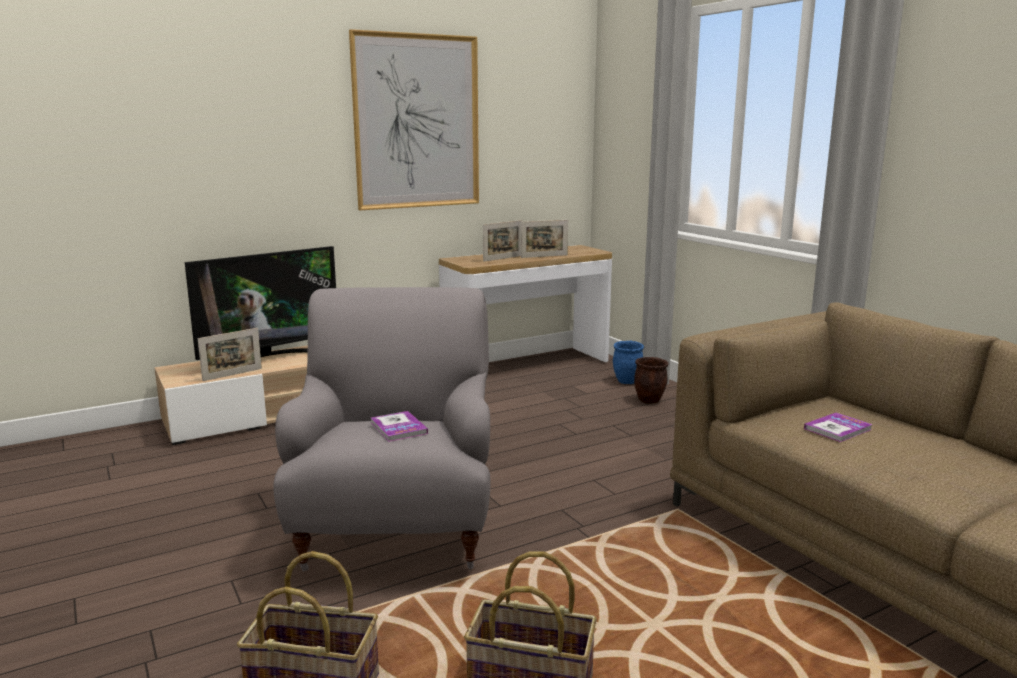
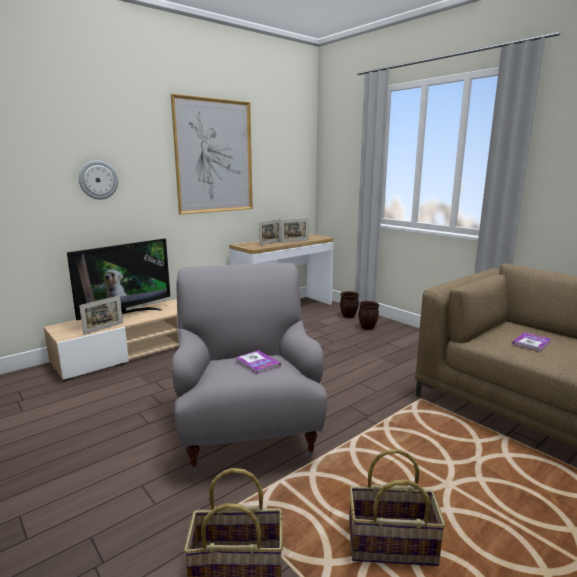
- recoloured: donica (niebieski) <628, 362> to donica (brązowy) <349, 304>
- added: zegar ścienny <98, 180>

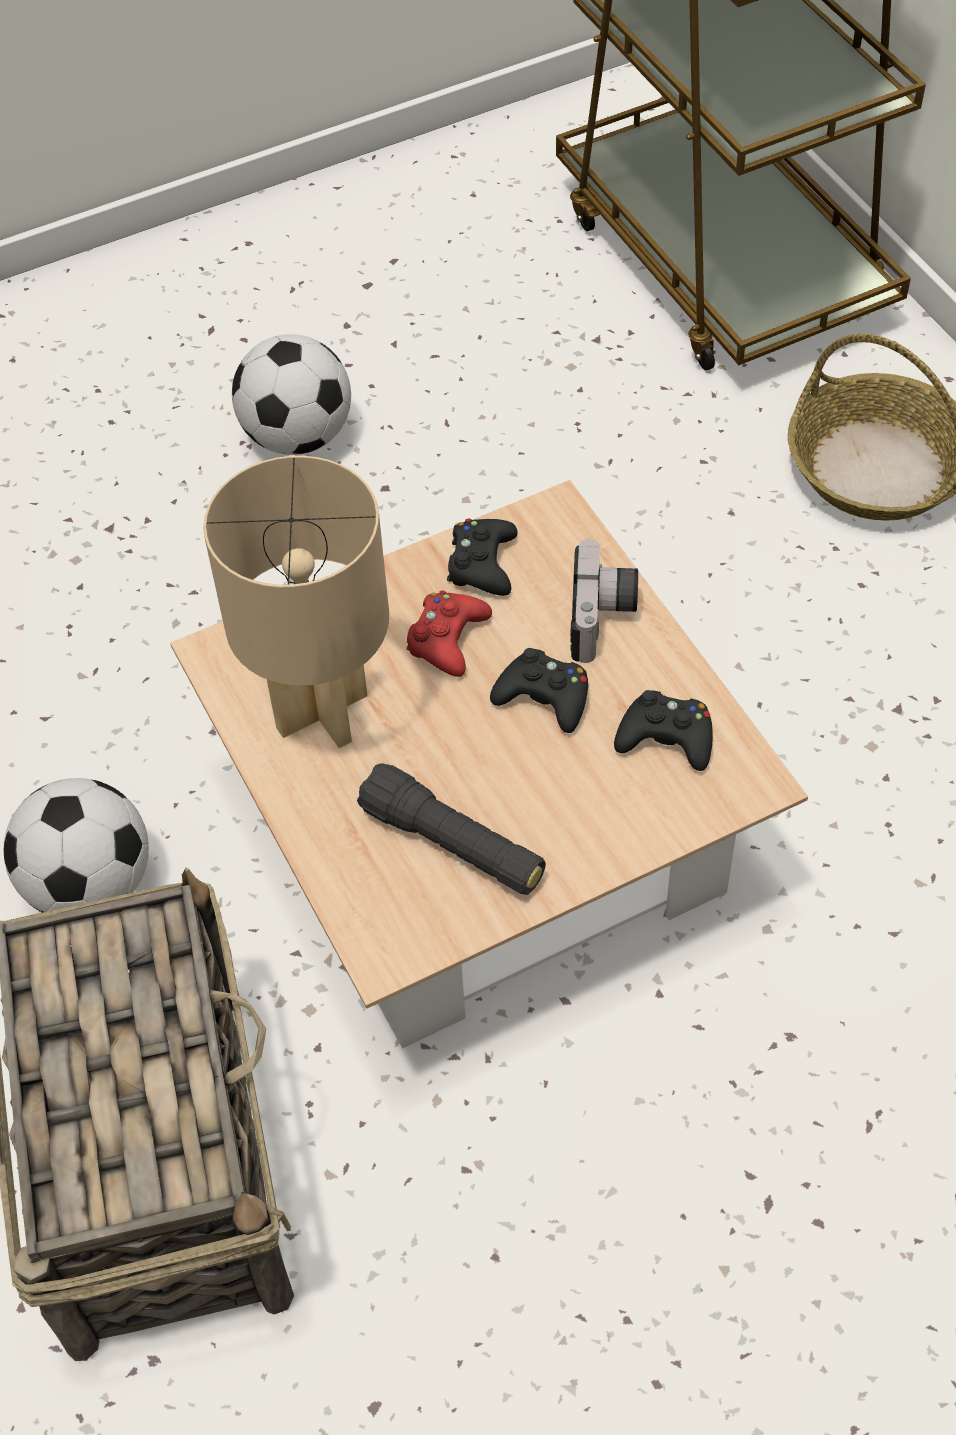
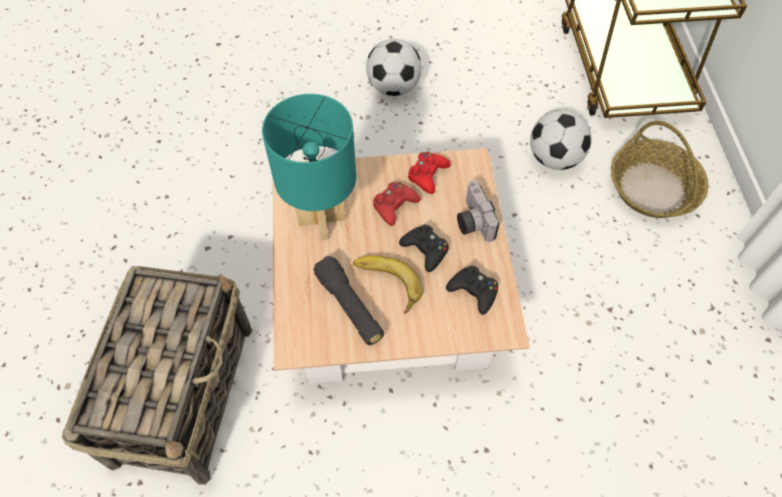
- recoloured: lampa stołowa (beżowy) <296, 602> to lampa stołowa (turkusowy) <309, 167>
- recoloured: pad do gier (czarny) <482, 557> to pad do gier (czerwony) <429, 172>
- turned: aparat fotograficzny <604, 601> = <478, 211> 135 degrees clockwise
- moved: piłka futbolowa <76, 845> to <561, 139>
- added: banan <388, 284>

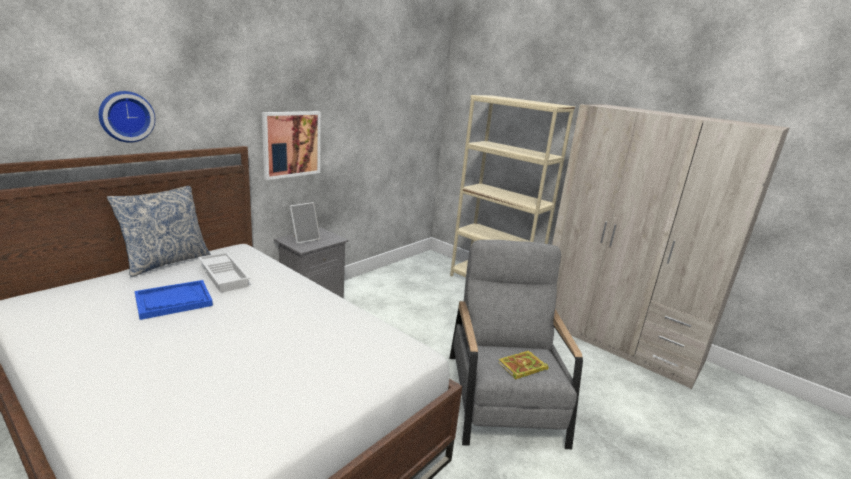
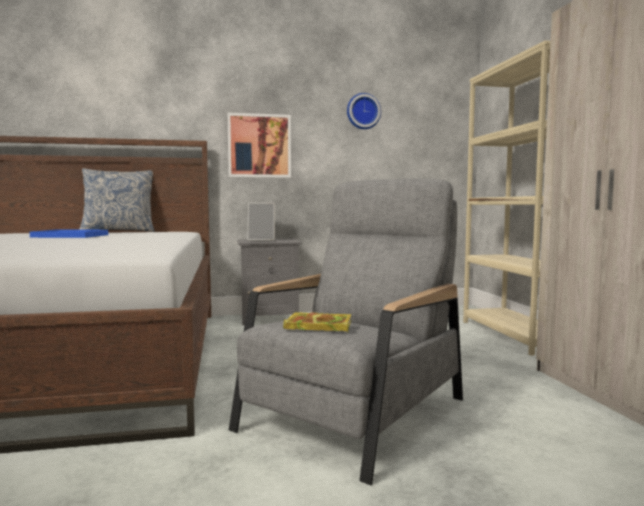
- moved: zegar ścienny <127, 117> to <364, 111>
- removed: taca (biały) <224, 272>

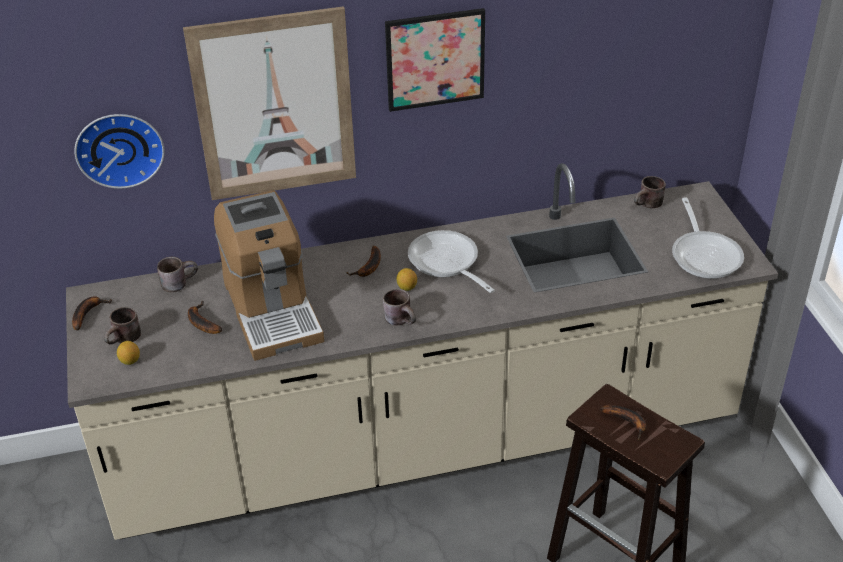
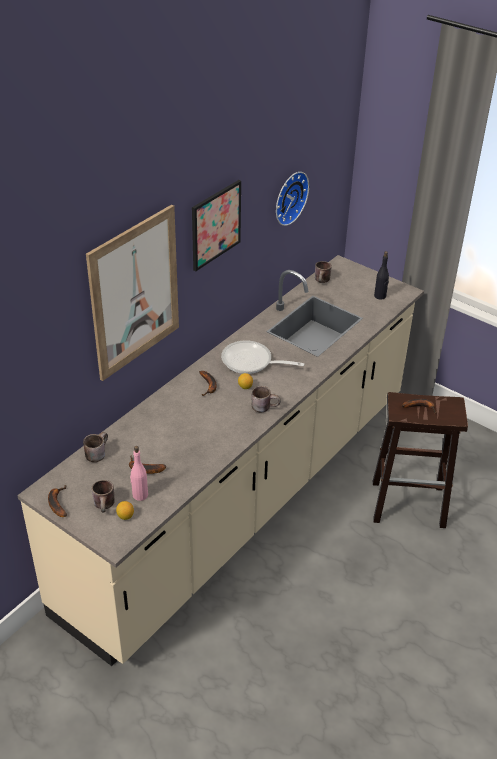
- moved: zegar ścienny <119, 151> to <292, 199>
- removed: ekspres do kawy <269, 275>
- replaced: patelnia <708, 238> to butelka (czarny) <381, 275>
- added: butelka (różowy) <139, 473>

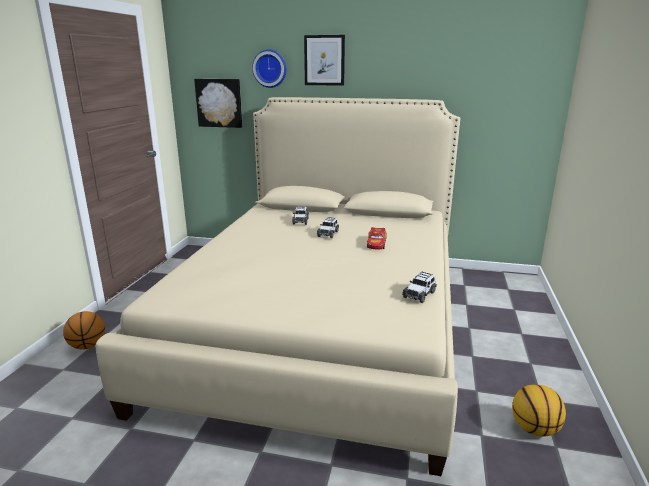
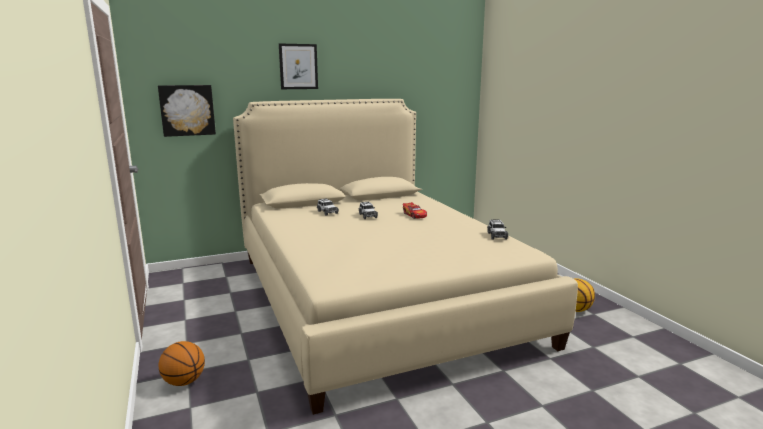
- removed: zegar ścienny <269, 69>

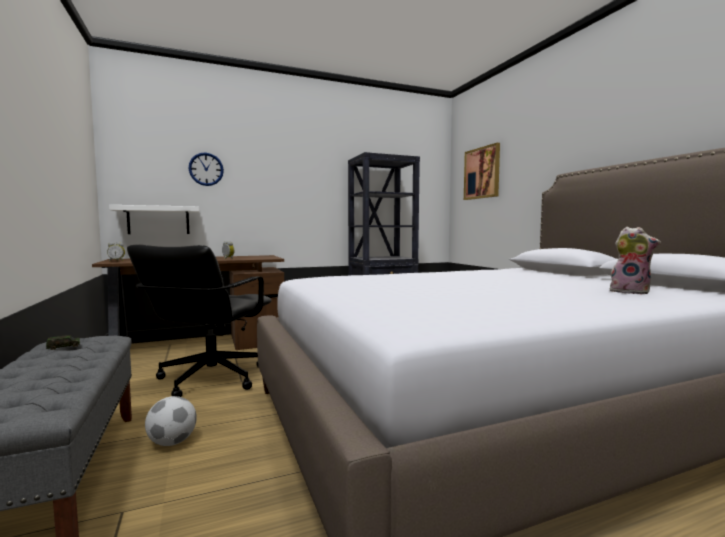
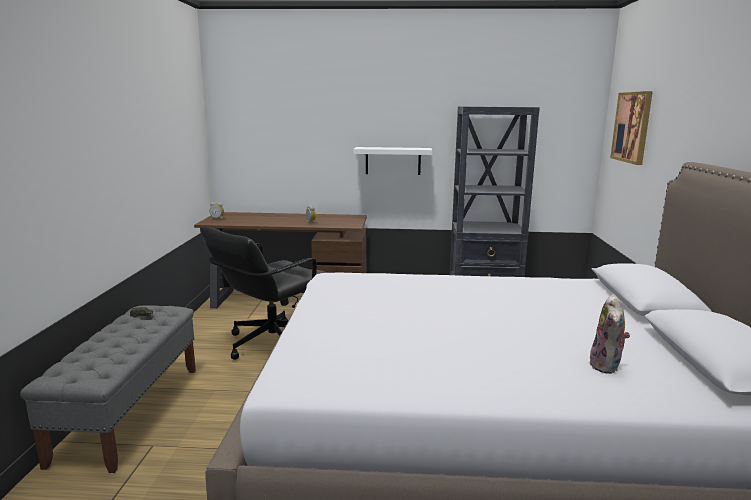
- removed: zegar ścienny <206, 169>
- moved: półka (biały) <154, 219> to <392, 161>
- turned: pluszak <635, 260> = <609, 334> 45 degrees clockwise
- removed: piłka futbolowa <171, 421>

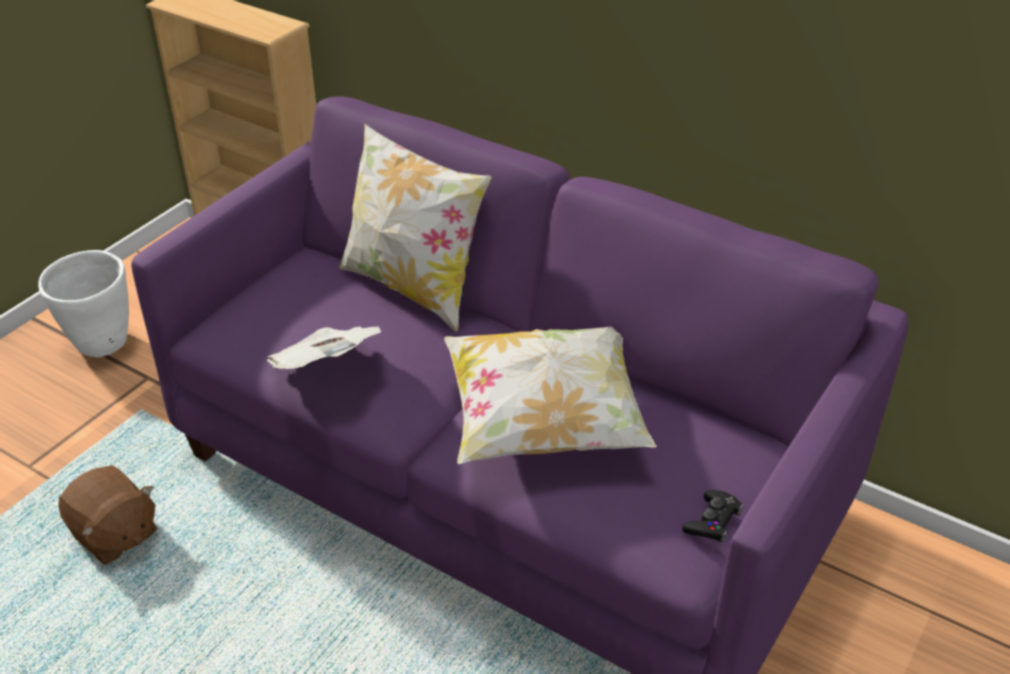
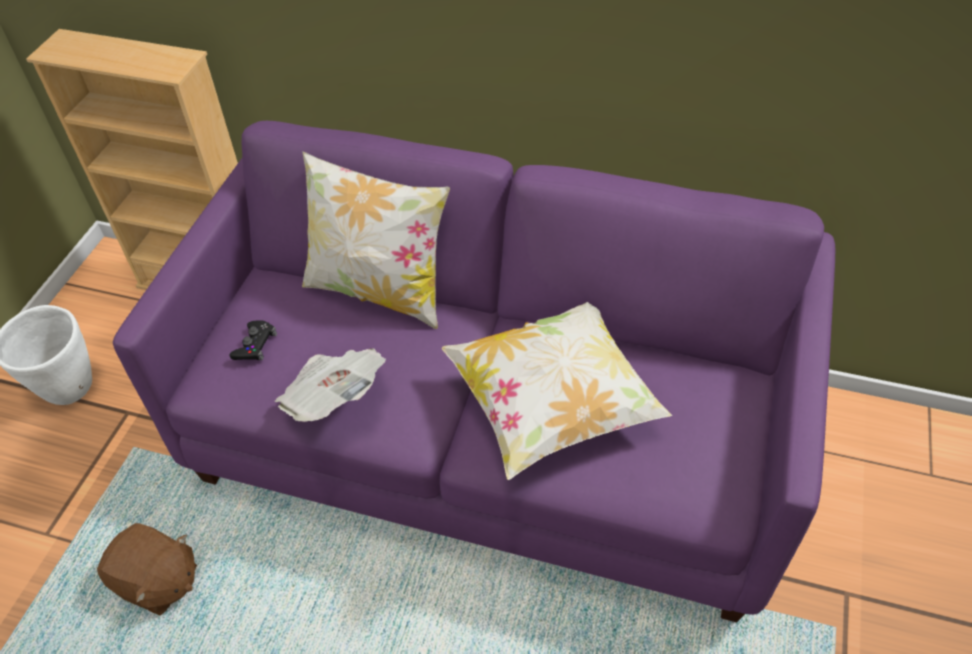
- moved: pad do gier (czarny) <713, 516> to <253, 340>

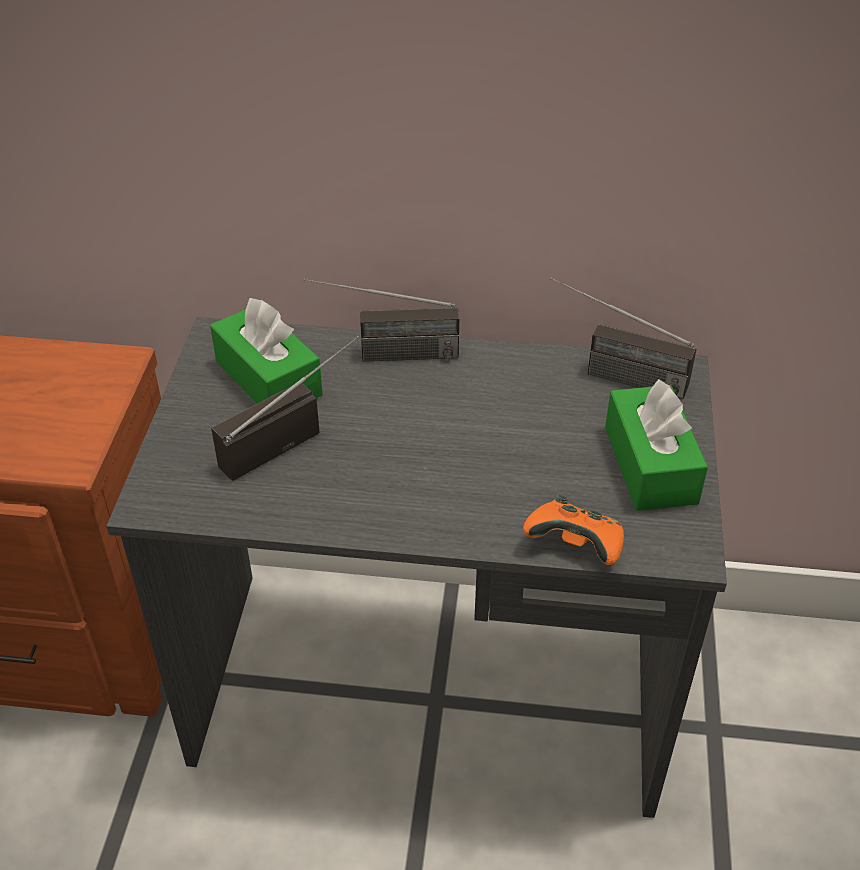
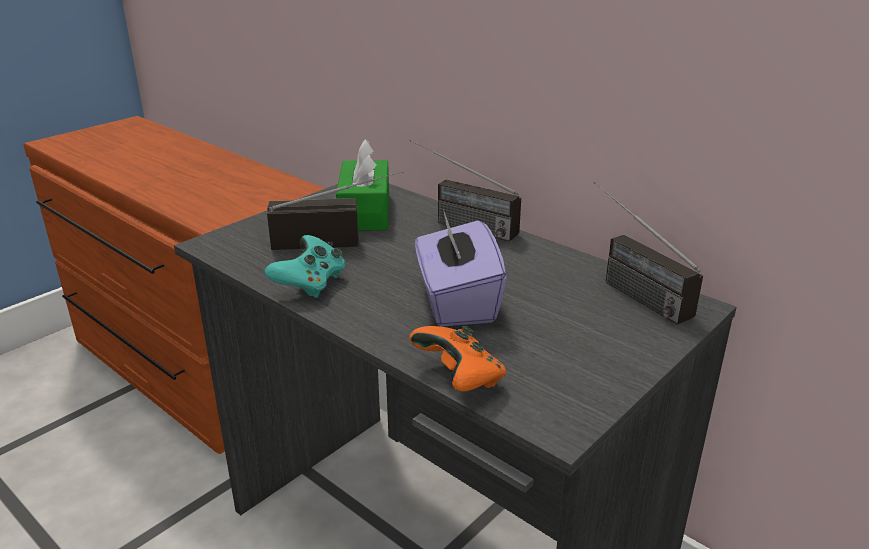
- removed: pudełko chusteczek (zielony) <656, 445>
- added: pudełko chusteczek (fioletowy) <461, 269>
- added: pad do gier (turkusowy) <304, 266>

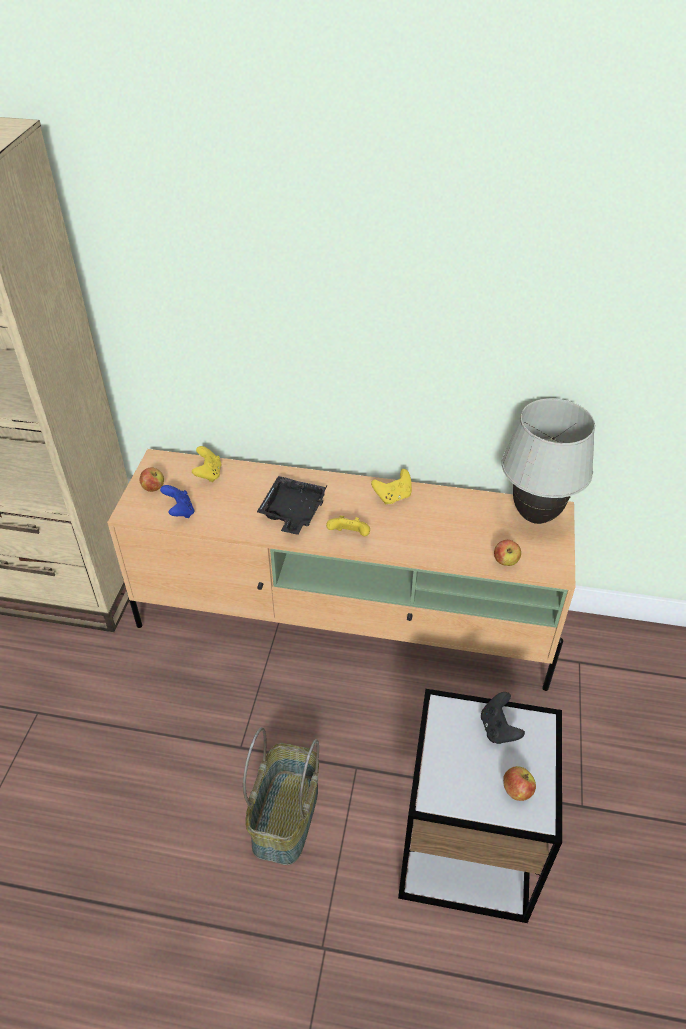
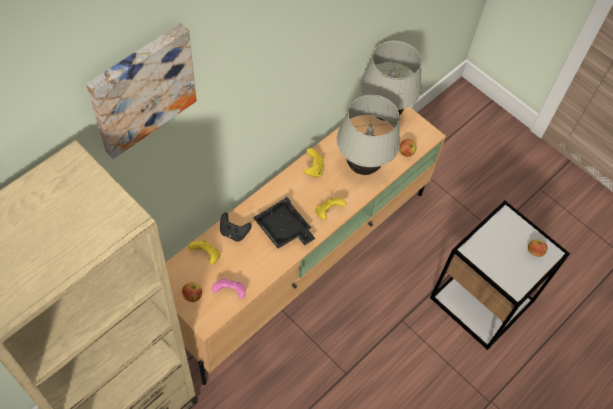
- recoloured: pad do gier (niebieski) <177, 501> to pad do gier (różowy) <229, 288>
- moved: pad do gier (czarny) <503, 718> to <236, 227>
- removed: koszyk <281, 796>
- added: obraz <141, 91>
- added: lampa stołowa (biały) <368, 135>

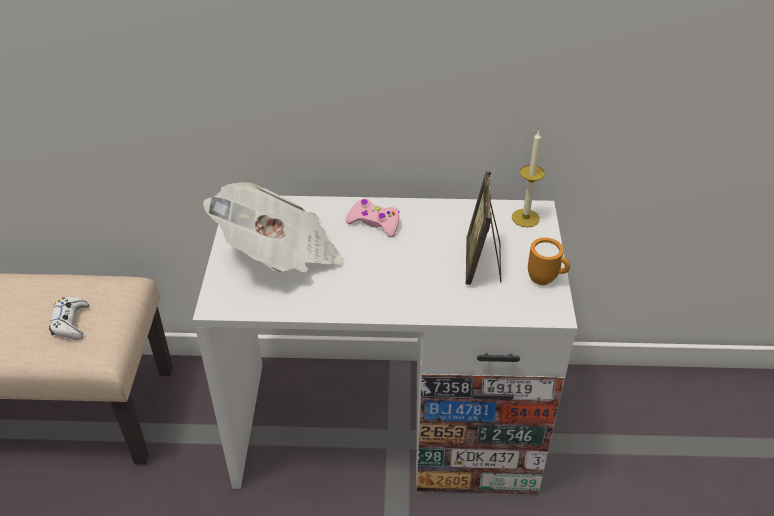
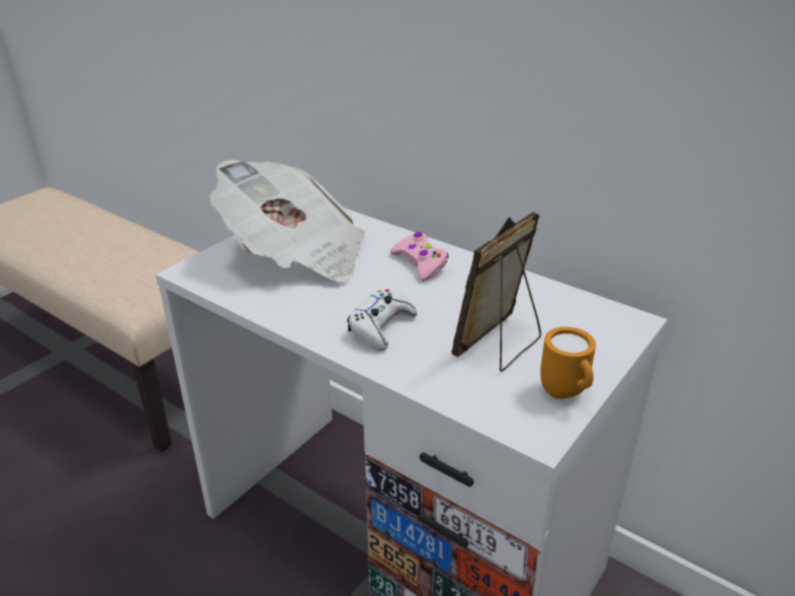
- removed: świeca <528, 179>
- moved: pad do gier (biały) <69, 318> to <382, 320>

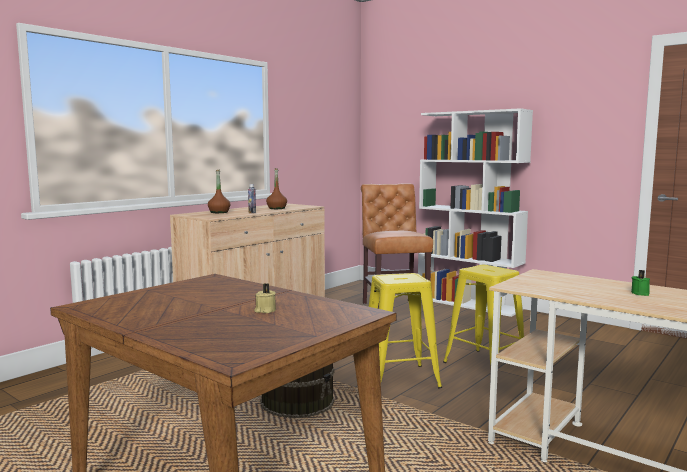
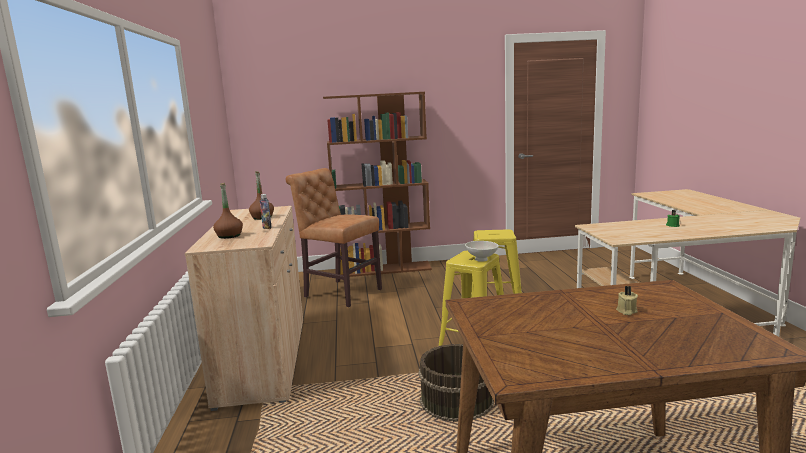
- recoloured: regał (biały) <475, 212> to regał (brązowy) <377, 184>
- added: miska (biały) <482, 251>

